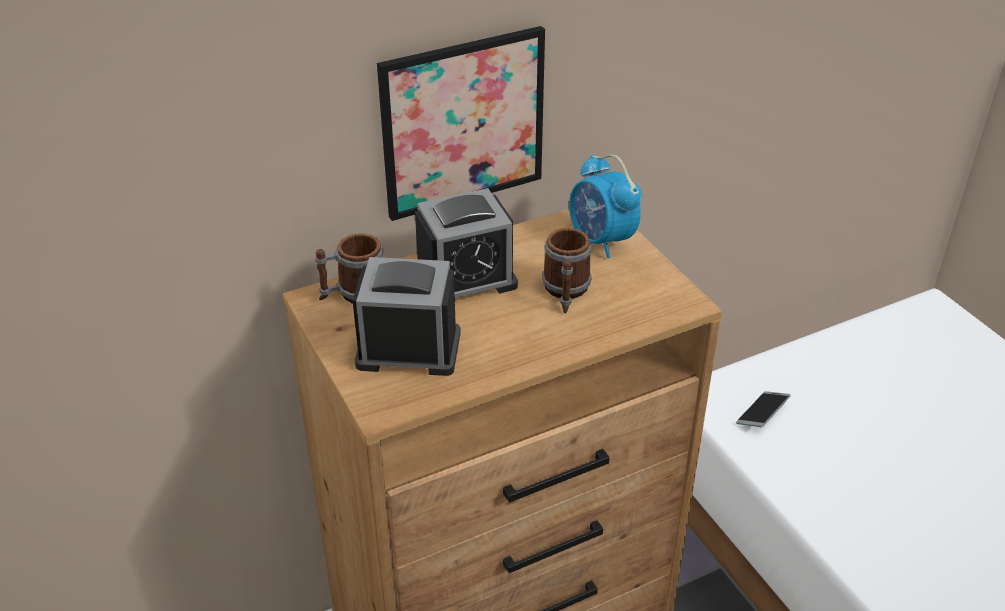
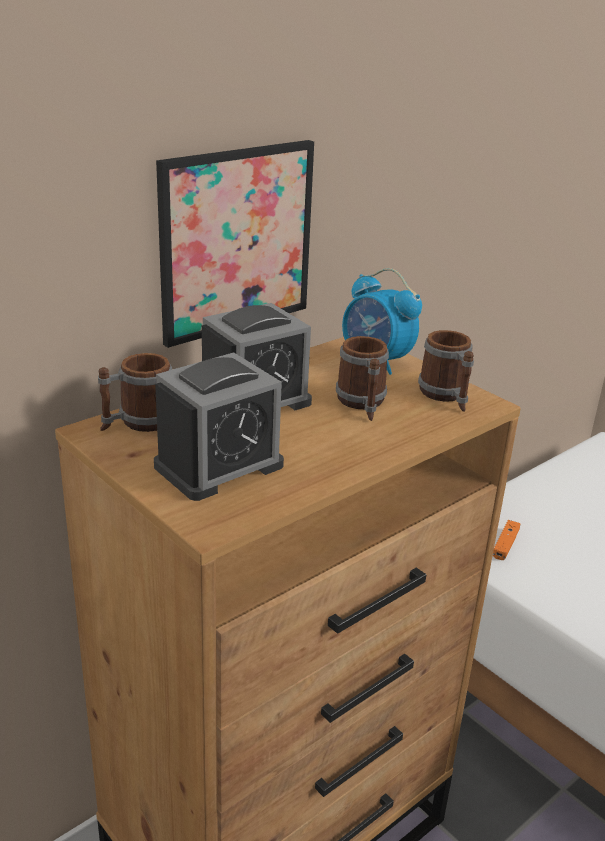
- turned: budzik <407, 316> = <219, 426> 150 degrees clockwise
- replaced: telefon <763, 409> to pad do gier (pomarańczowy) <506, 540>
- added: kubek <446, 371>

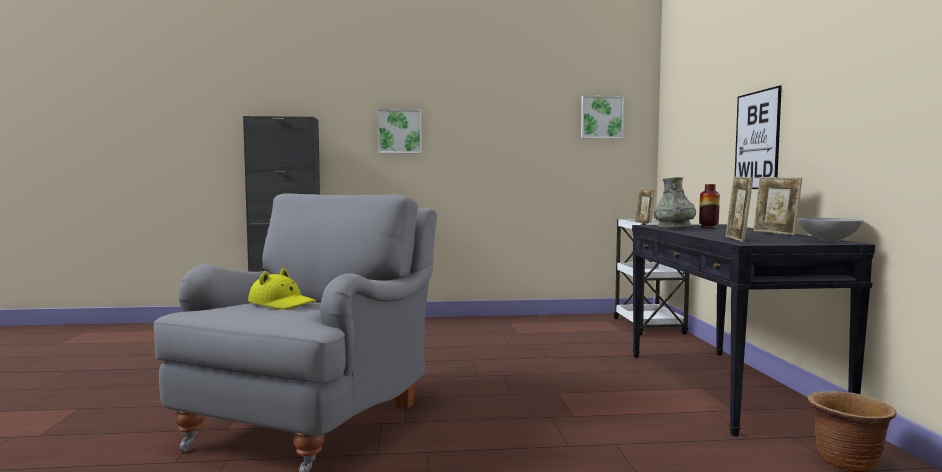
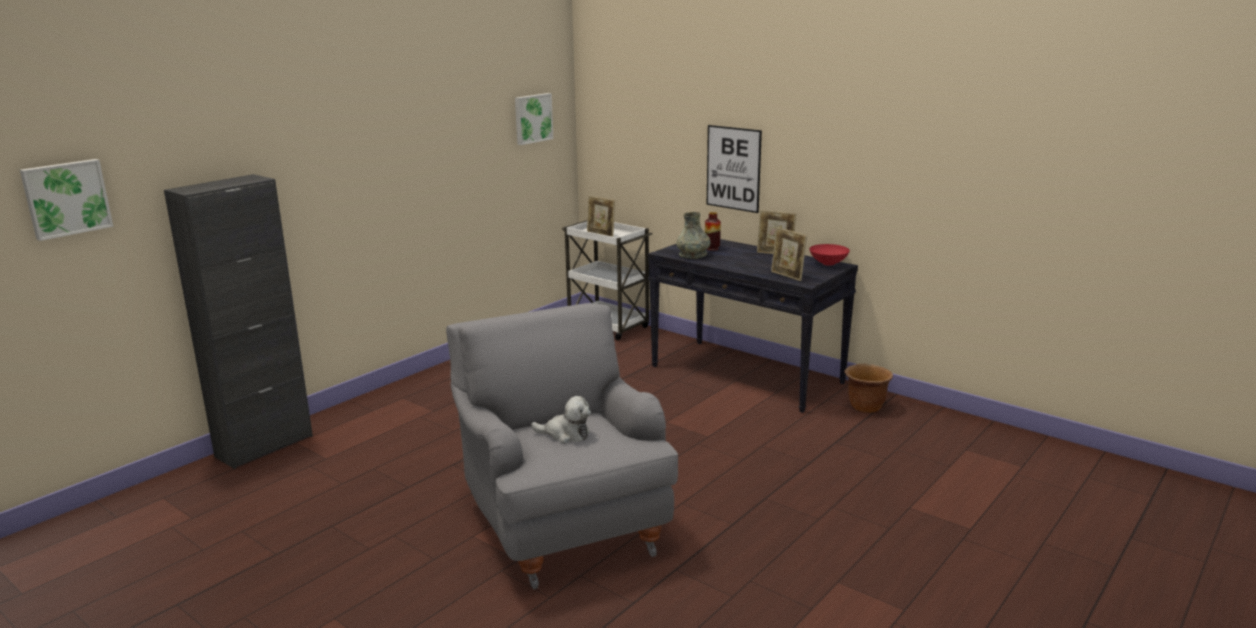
- moved: obraz <400, 131> to <66, 200>
- recoloured: miska (szary) <831, 229> to miska (czerwony) <829, 255>
- replaced: kapelusz (żółty) <282, 288> to pluszak <561, 420>

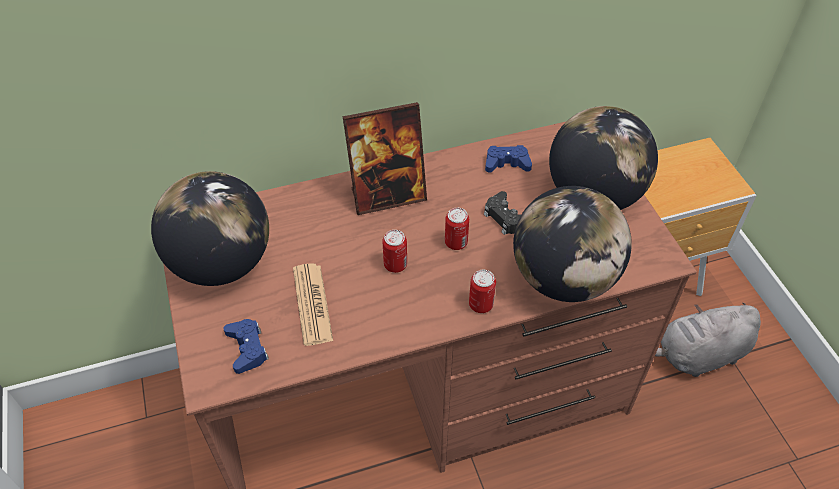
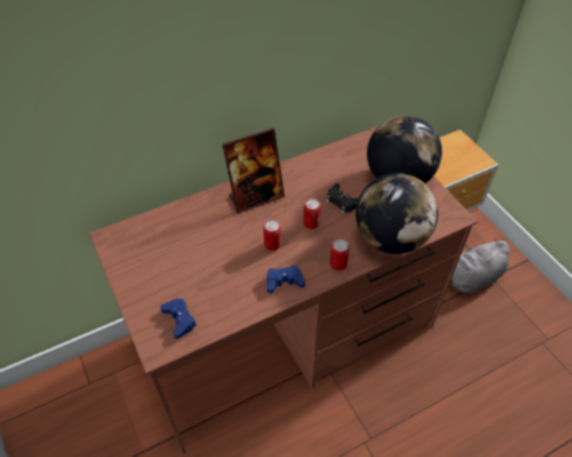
- moved: pad do gier (niebieski) <508, 159> to <286, 279>
- removed: globus <210, 228>
- removed: gazeta <313, 304>

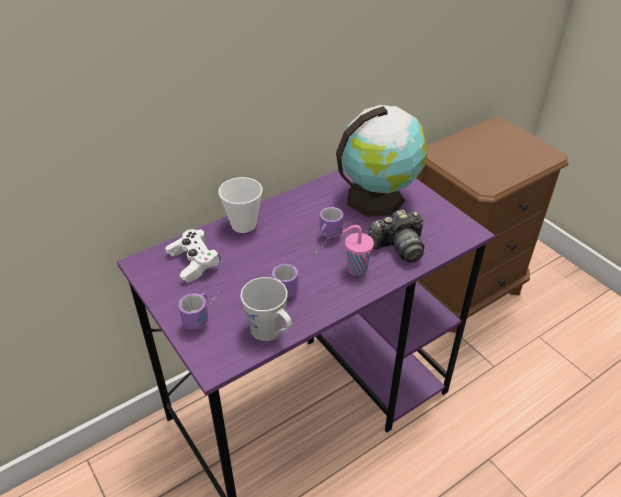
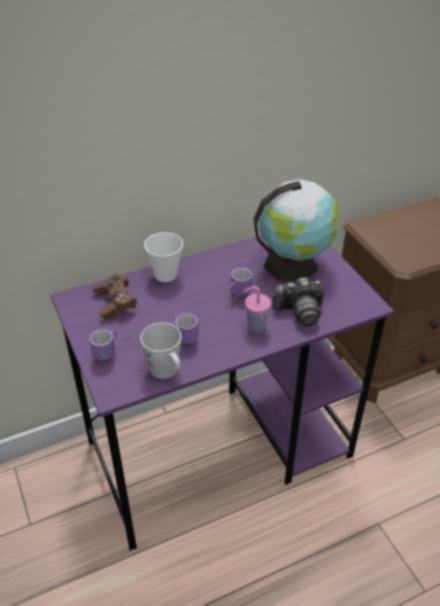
- recoloured: pad do gier (biały) <192, 256> to pad do gier (brązowy) <114, 297>

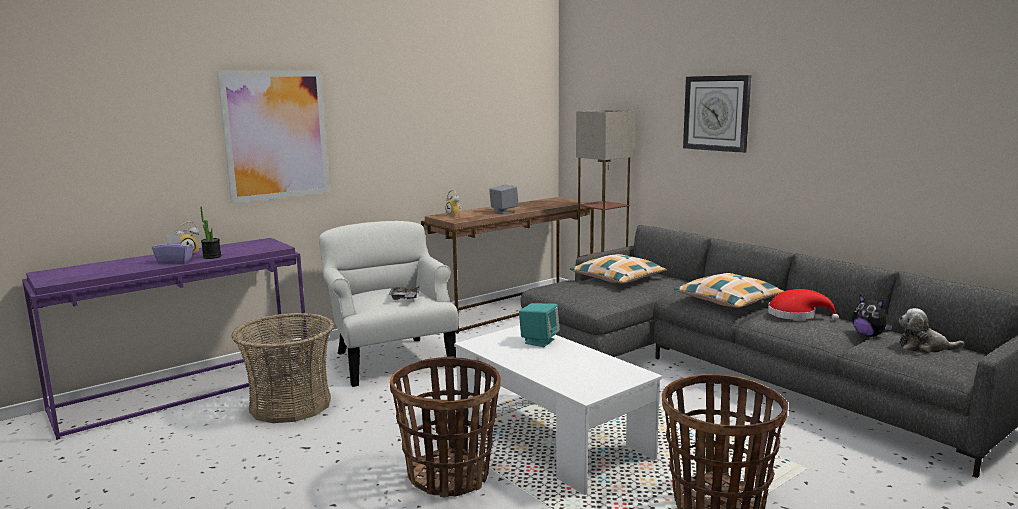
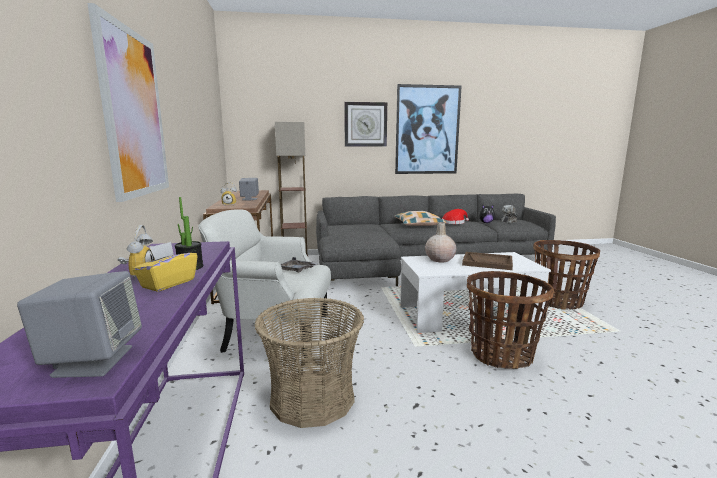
- recoloured: pudełko chusteczek (fioletowy) <173, 249> to pudełko chusteczek (żółty) <165, 267>
- removed: poduszka <618, 269>
- replaced: głośnik (turkusowy) <539, 325> to wazon (beżowy) <440, 242>
- added: obraz <428, 129>
- added: taca (brązowy) <487, 261>
- added: głośnik (szary) <79, 324>

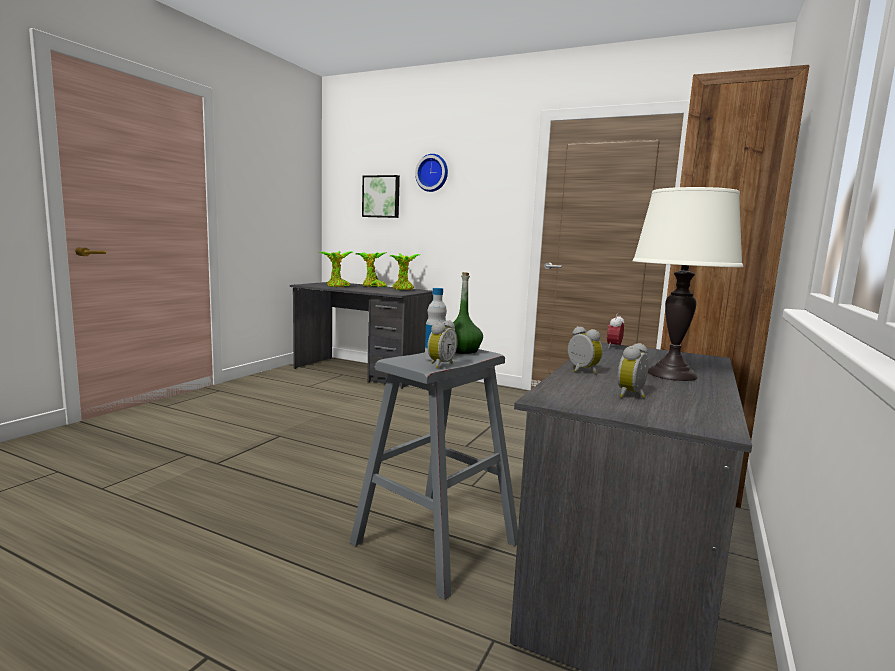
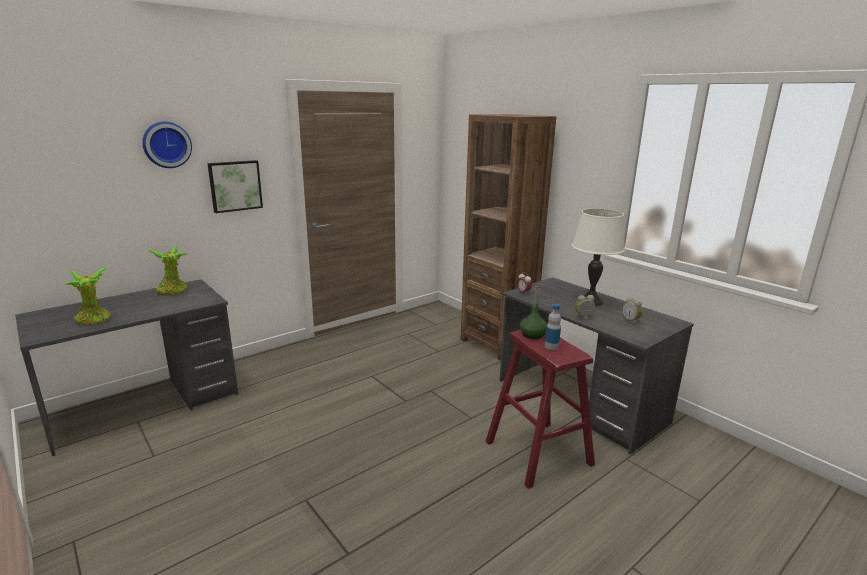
- moved: obraz <381, 196> to <235, 186>
- removed: roślina doniczkowa <371, 269>
- removed: budzik <442, 344>
- recoloured: stołek (szary) <434, 474> to stołek (czerwony) <540, 409>

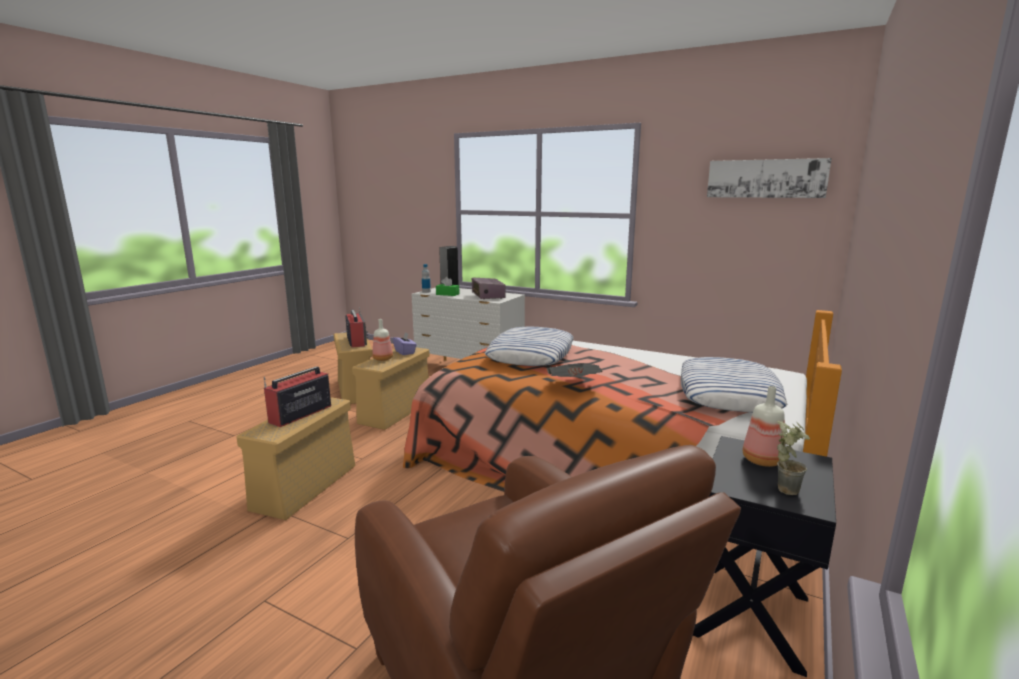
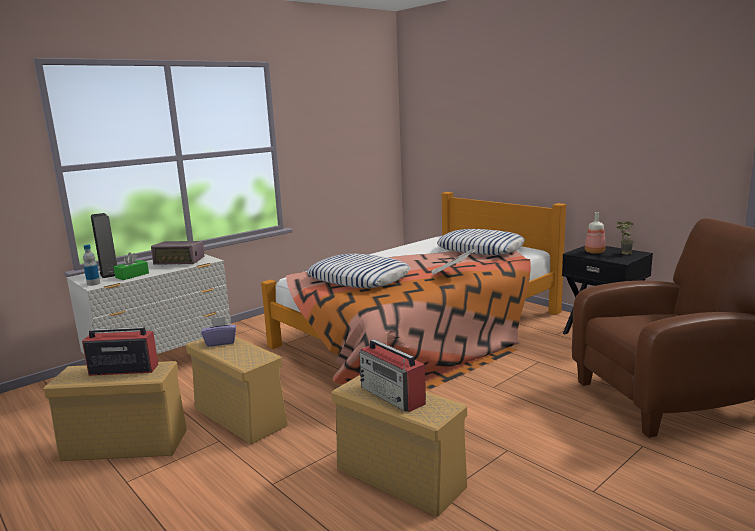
- removed: obraz <769, 178>
- removed: butelka <382, 340>

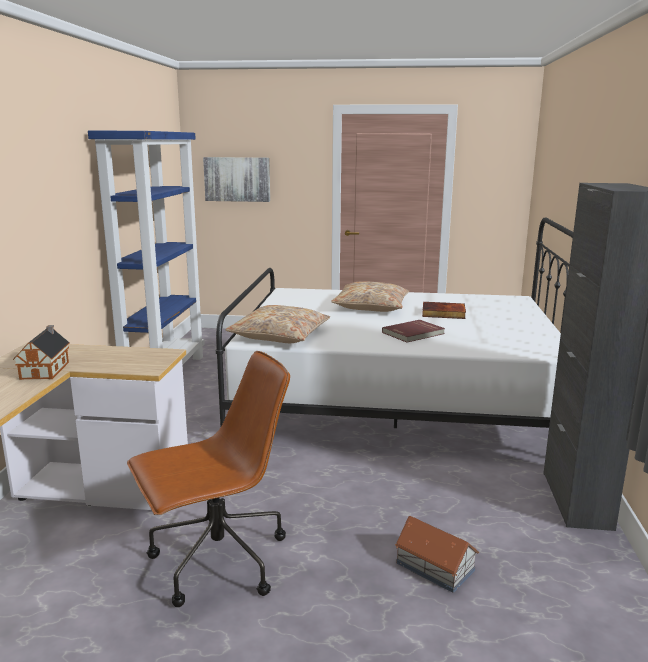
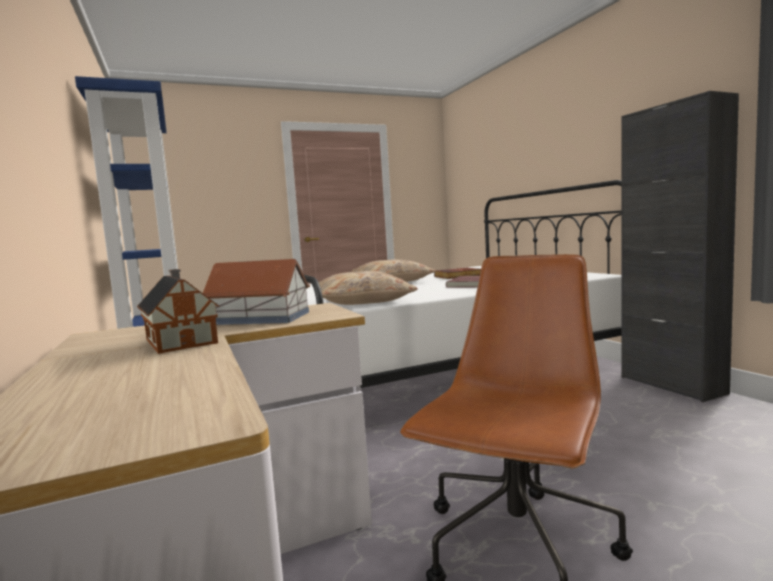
- removed: obraz <236, 179>
- moved: domek <437, 554> to <256, 292>

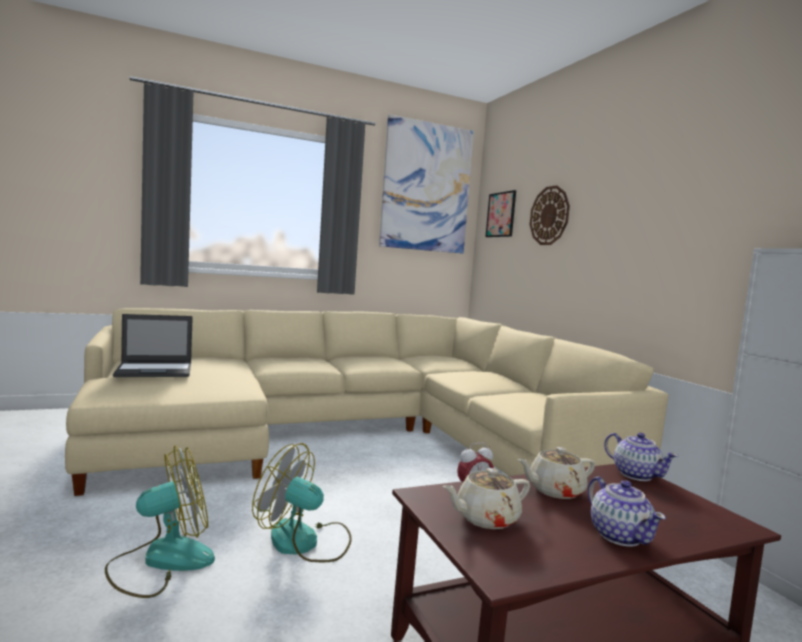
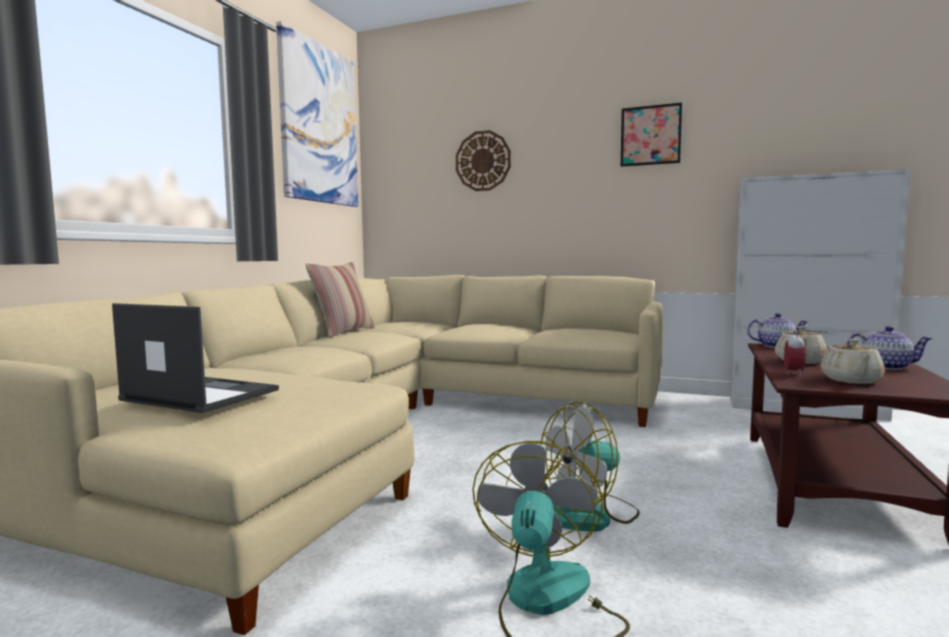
- moved: obraz <500, 213> to <651, 135>
- turned: laptop <153, 345> = <195, 358> 90 degrees counterclockwise
- added: poduszka <340, 300>

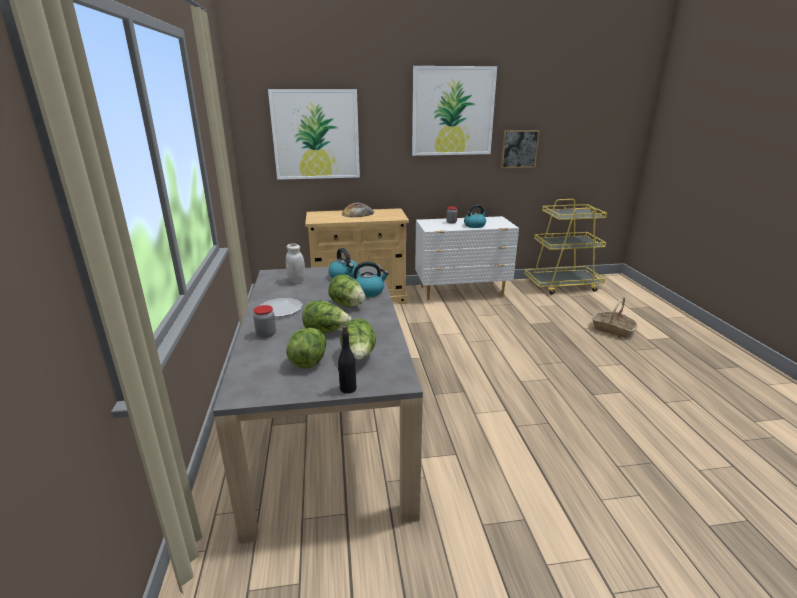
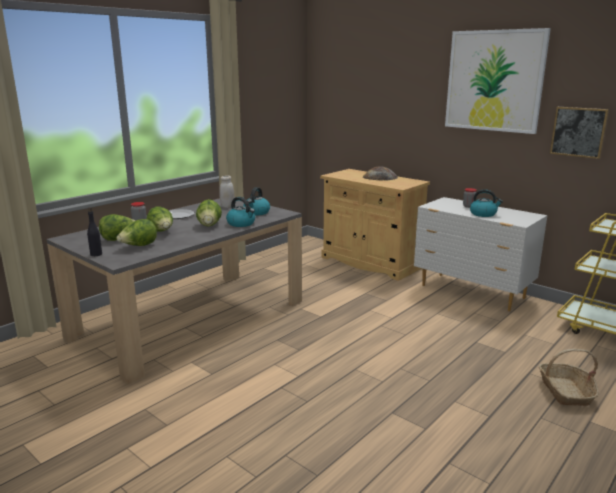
- removed: obraz <314, 134>

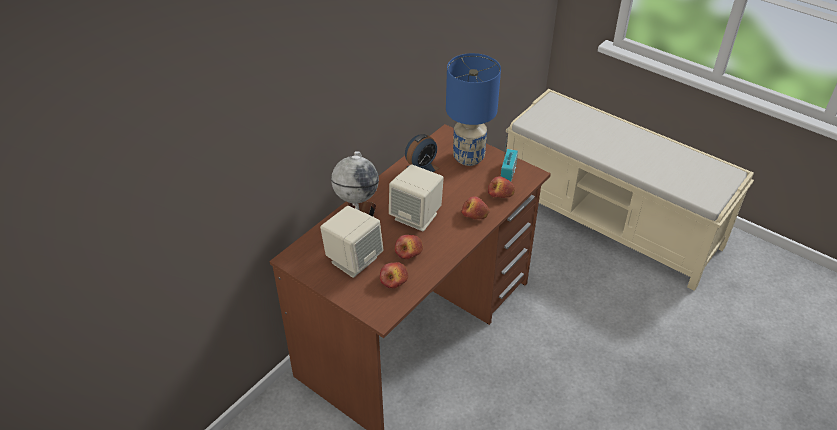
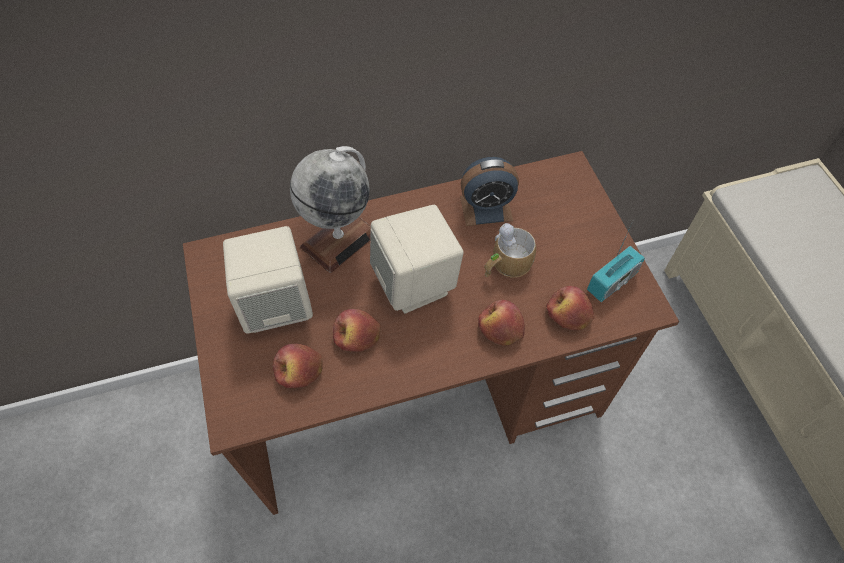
- removed: lampa stołowa (niebieski) <473, 109>
- added: kubek <510, 250>

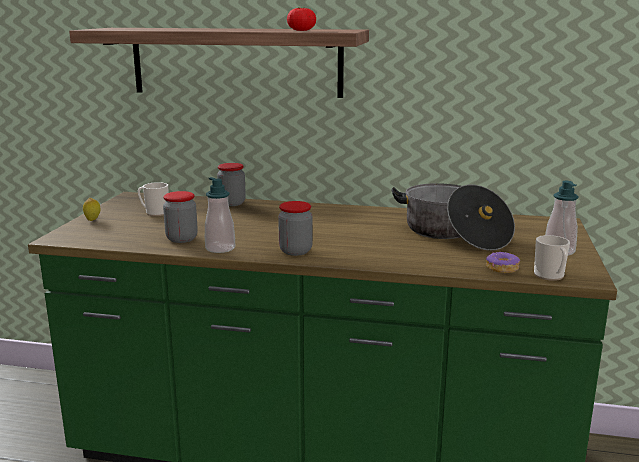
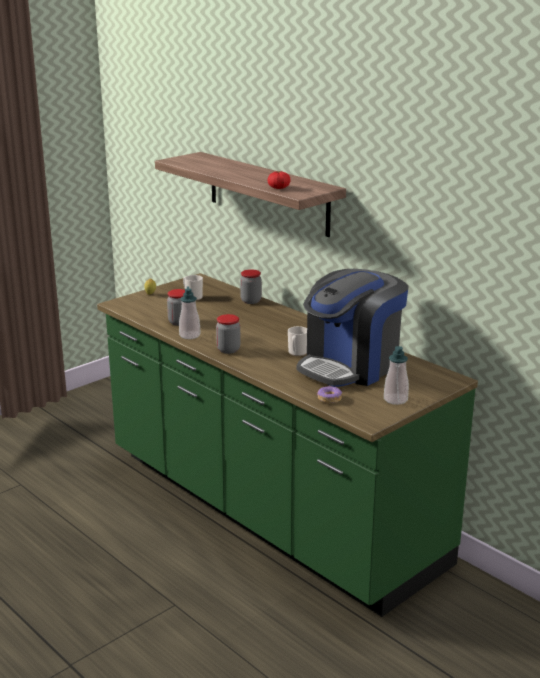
- replaced: garnek <453, 217> to ekspres do kawy <352, 328>
- moved: kubek <552, 258> to <297, 341>

